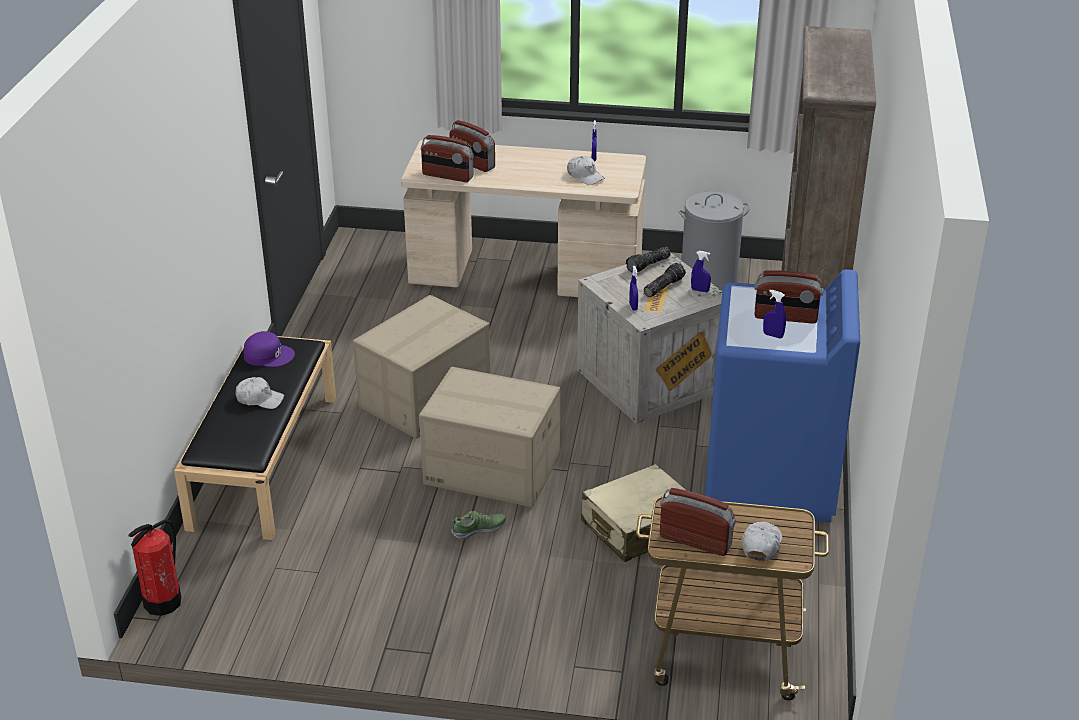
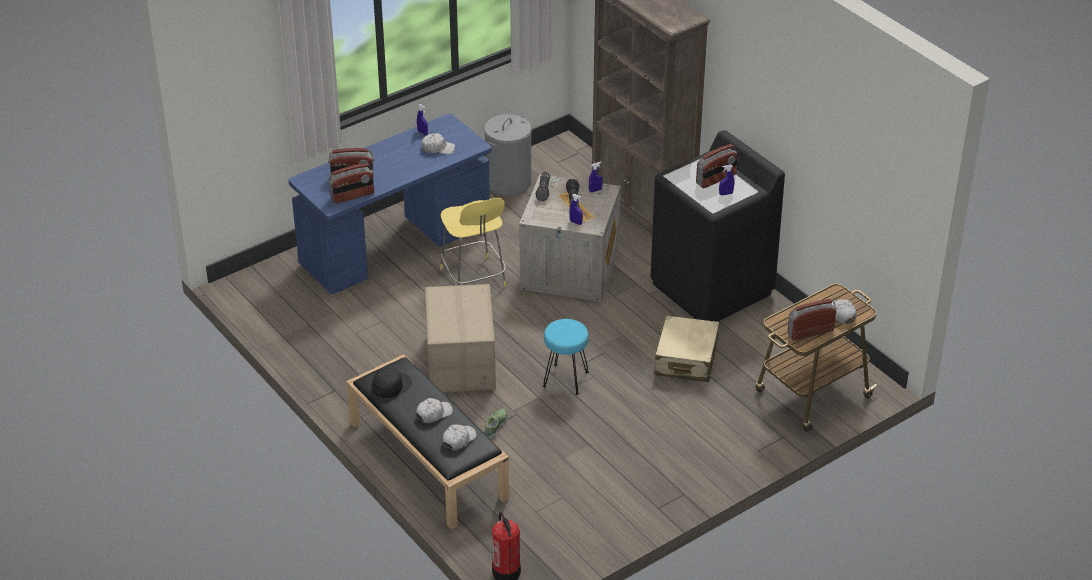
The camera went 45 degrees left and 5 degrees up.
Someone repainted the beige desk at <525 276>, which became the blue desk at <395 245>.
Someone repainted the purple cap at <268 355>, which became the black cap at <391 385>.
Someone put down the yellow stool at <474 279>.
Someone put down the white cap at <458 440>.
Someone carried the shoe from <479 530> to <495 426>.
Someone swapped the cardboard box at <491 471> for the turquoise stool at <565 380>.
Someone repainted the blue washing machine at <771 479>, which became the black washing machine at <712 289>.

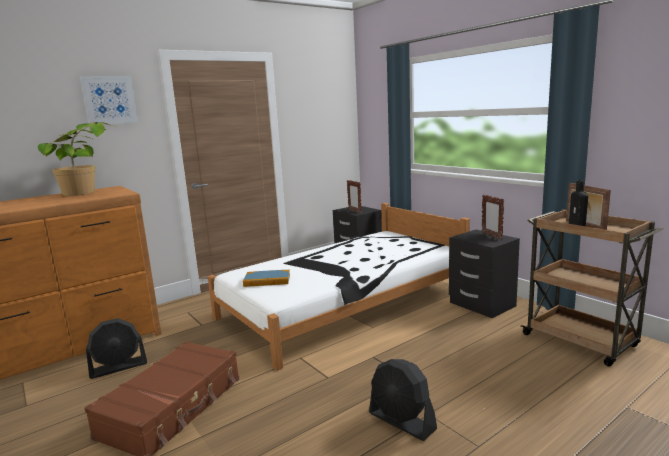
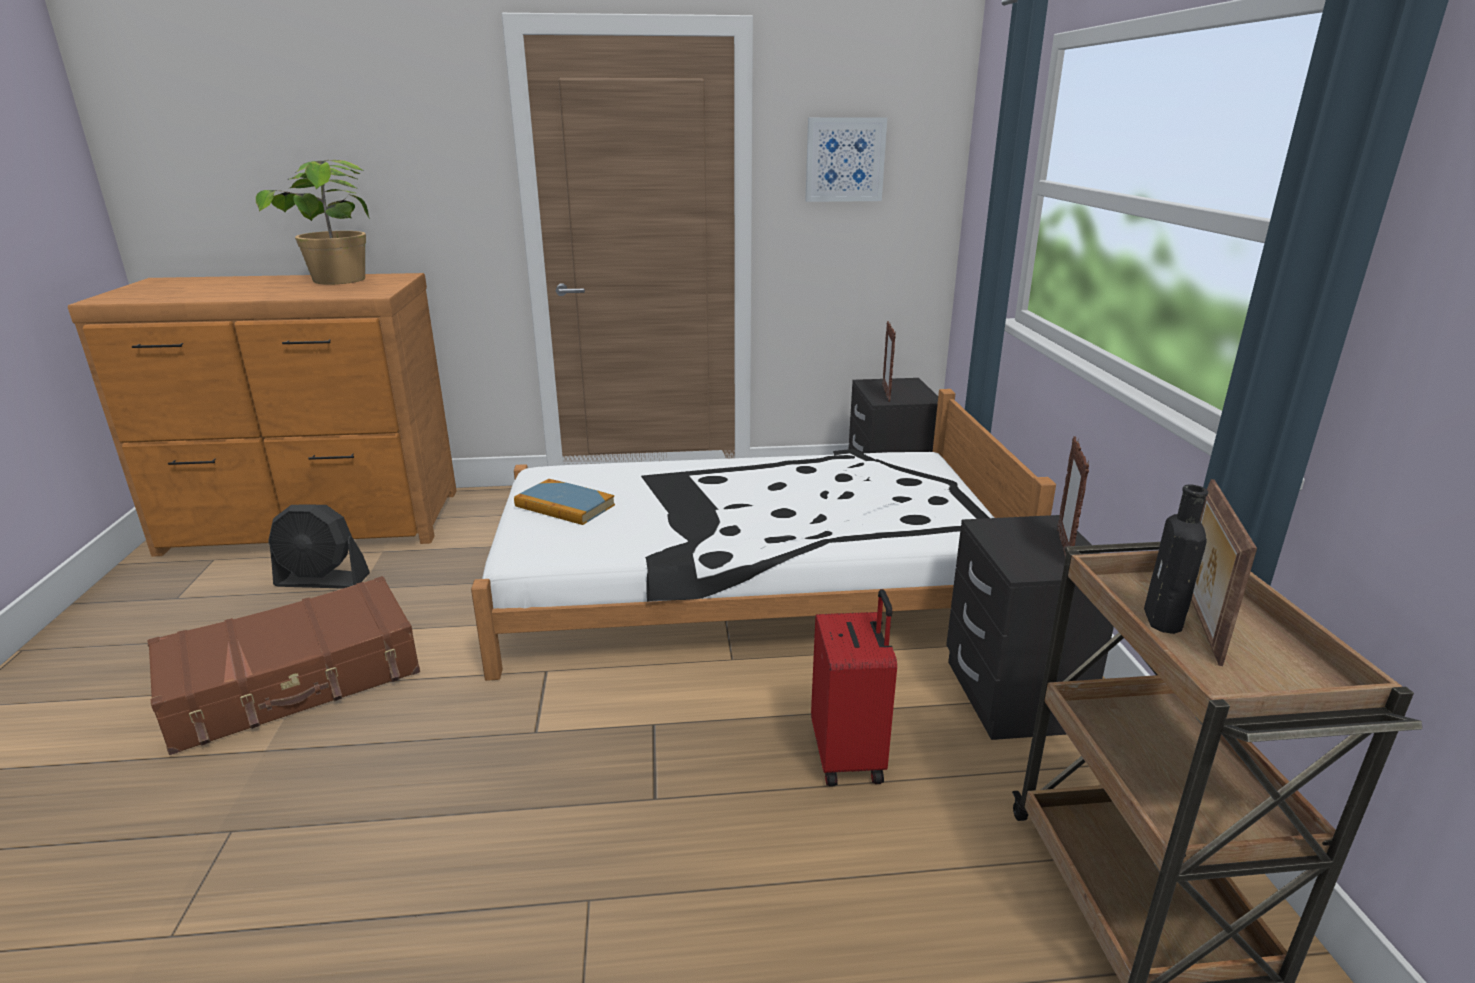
The camera went 30 degrees right and 10 degrees up.
Someone carried the picture from <109 100> to <845 160>.
Someone put down the red suitcase at <849 756>.
Someone took away the black fan at <402 421>.

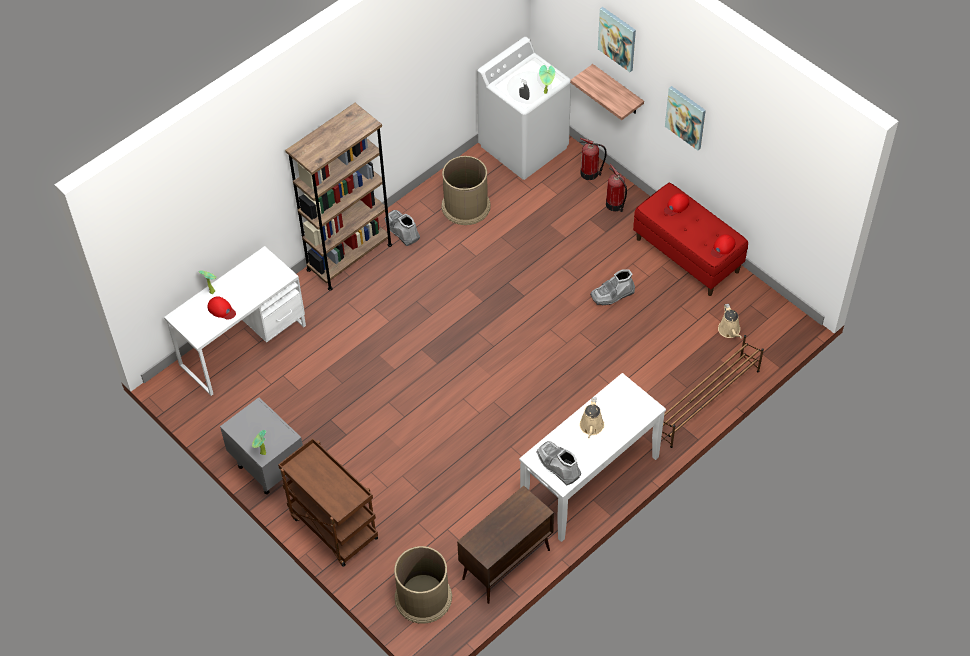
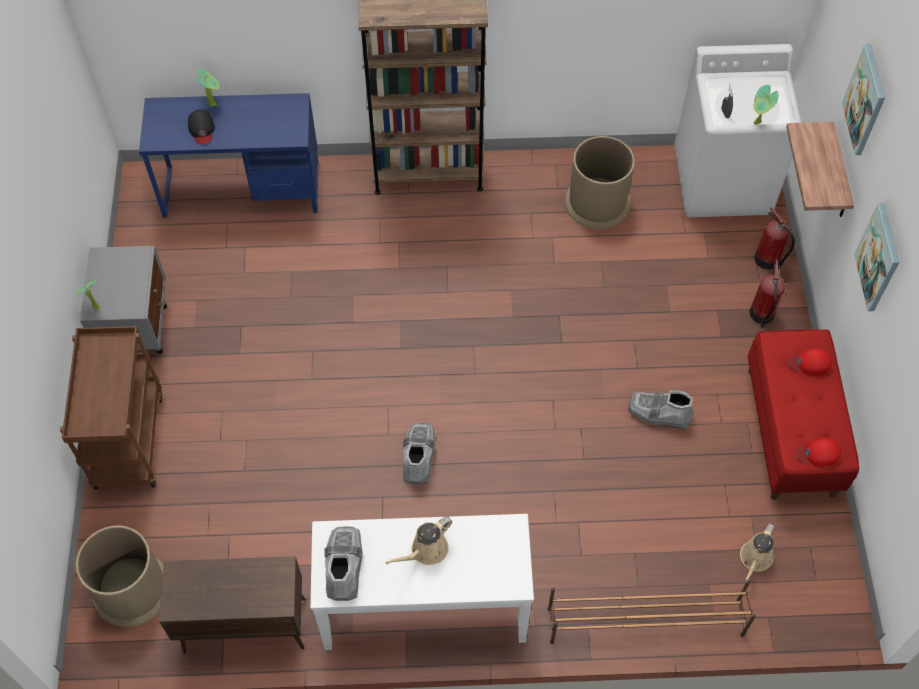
The camera went 40 degrees right and 5 degrees up.
Someone repainted the white desk at <243 345>, which became the blue desk at <242 189>.
Someone repainted the red cap at <221 309>, which became the black cap at <201 128>.
Someone carried the grey boot from <402 230> to <418 456>.

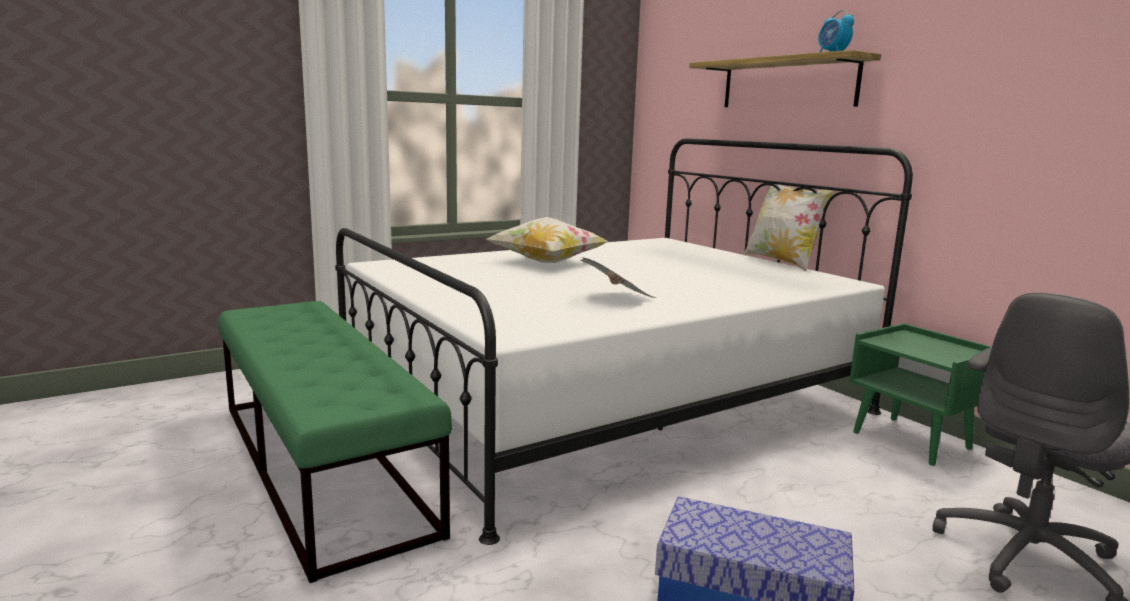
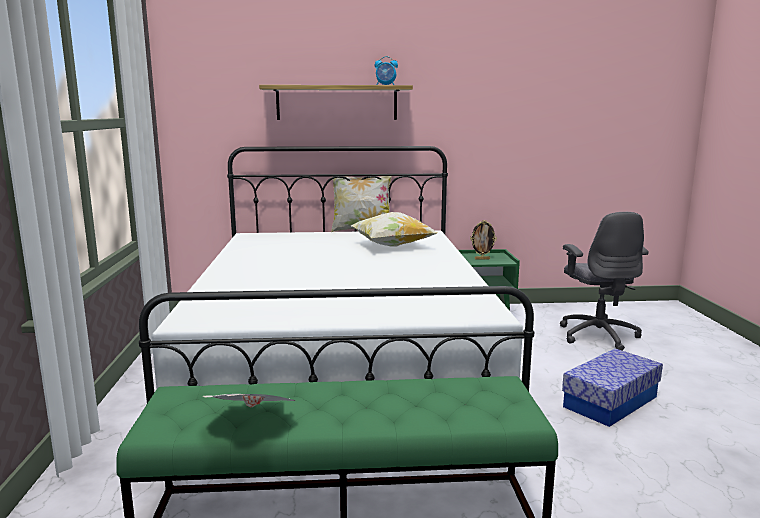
The camera went 60 degrees left and 0 degrees up.
Someone carried the newspaper from <617 298> to <254 420>.
Someone carried the pillow from <547 262> to <392 246>.
Someone put down the picture frame at <482 259>.

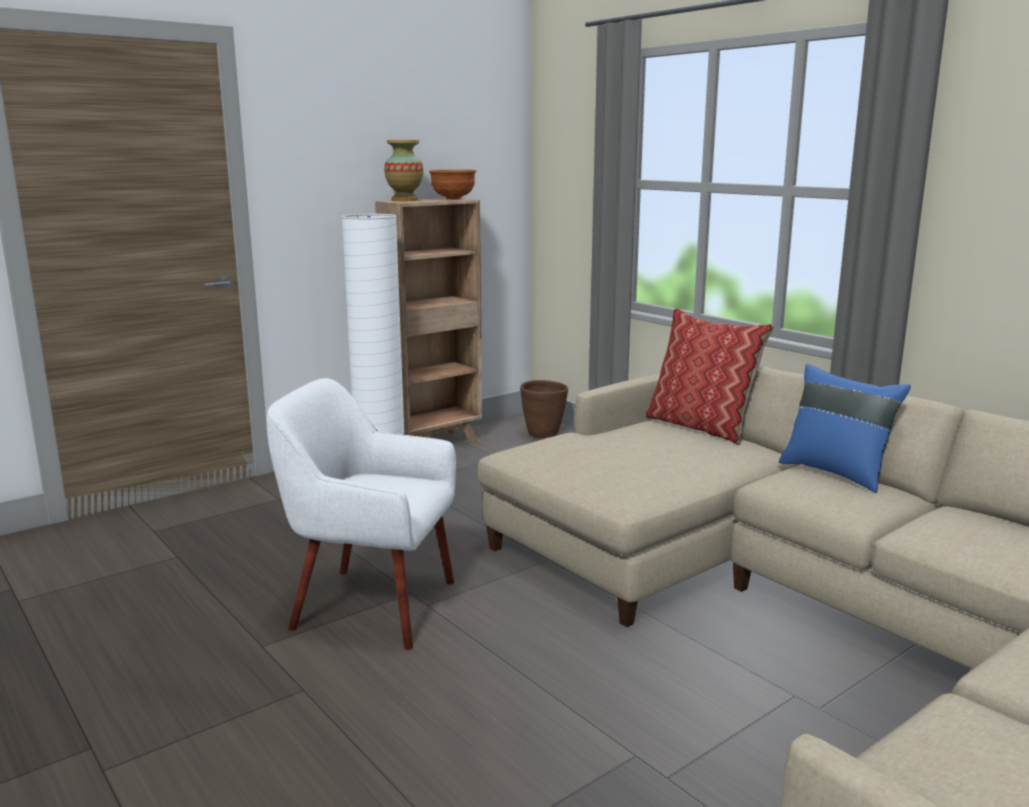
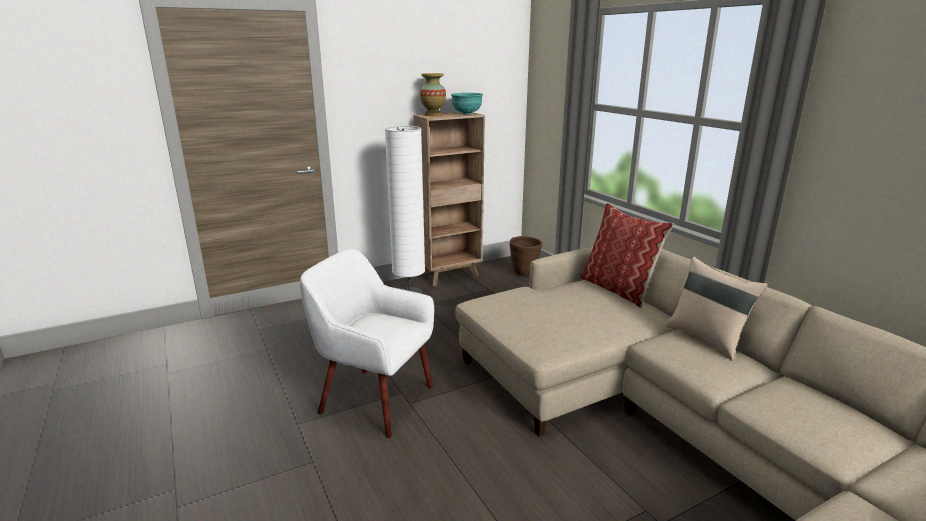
The camera went 10 degrees right and 5 degrees up.
Someone repainted the brown bowl at <452 199>, which became the turquoise bowl at <466 113>.
Someone repainted the blue pillow at <836 473>, which became the beige pillow at <707 339>.

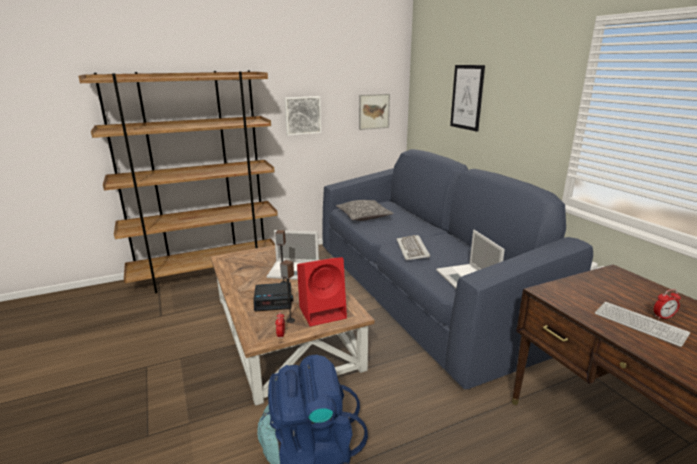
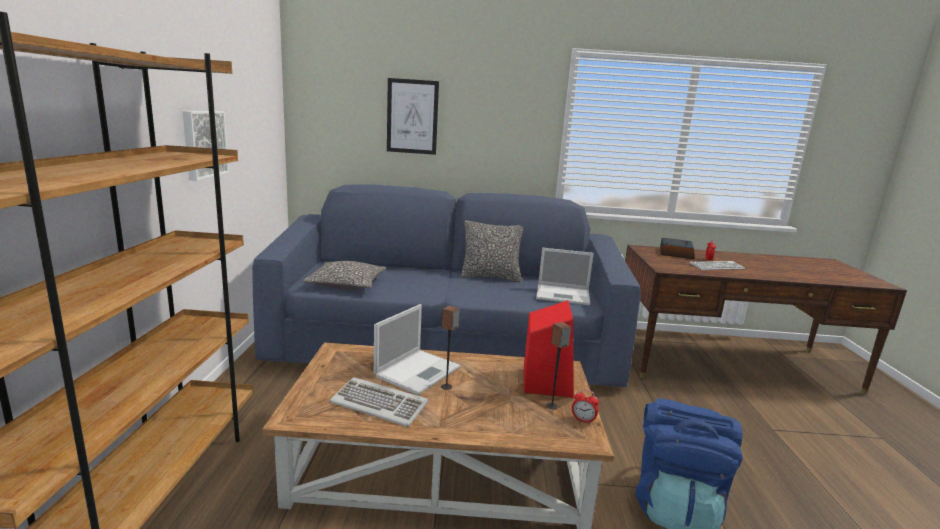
The camera went 65 degrees left and 5 degrees down.
Someone carried the keyboard from <413 249> to <379 404>.
Someone put down the pillow at <490 277>.
Someone carried the alarm clock from <274 301> to <675 253>.
Someone took away the picture at <374 111>.

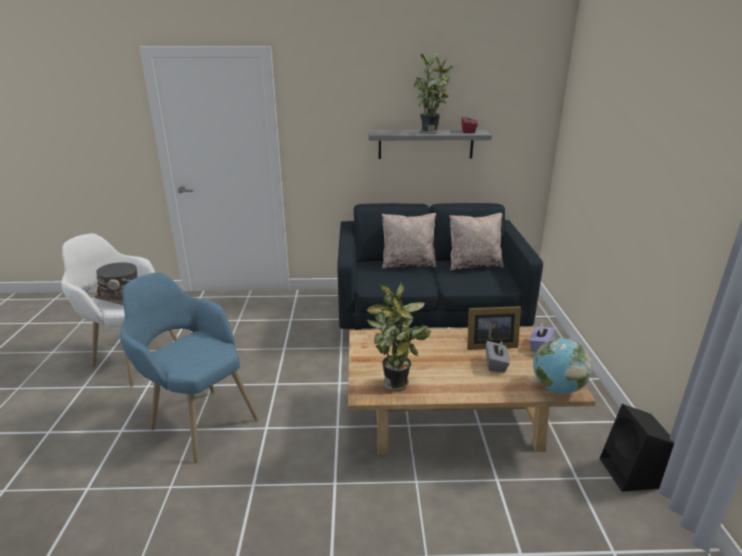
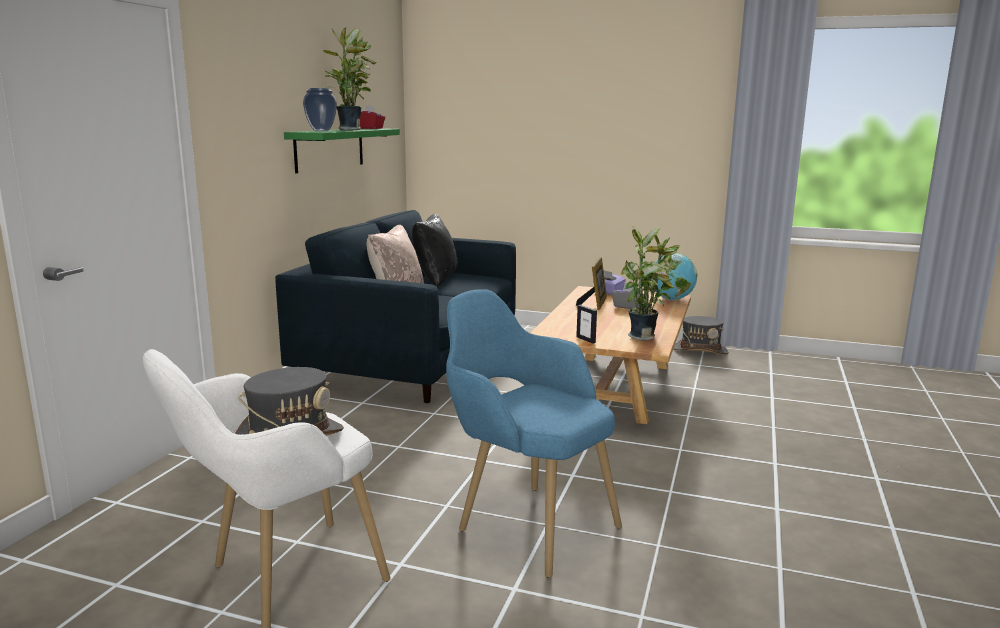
The camera went 70 degrees left and 10 degrees down.
Someone repainted the grey shelf at <425 144>, which became the green shelf at <330 149>.
Someone put down the vase at <321 131>.
Someone repainted the beige pillow at <473 265>, which became the black pillow at <435 279>.
Someone rotated the blue armchair at <197 418> by 75 degrees clockwise.
Someone put down the picture frame at <586 340>.
Someone swapped the black speaker at <631 474> for the grey hat at <700 350>.

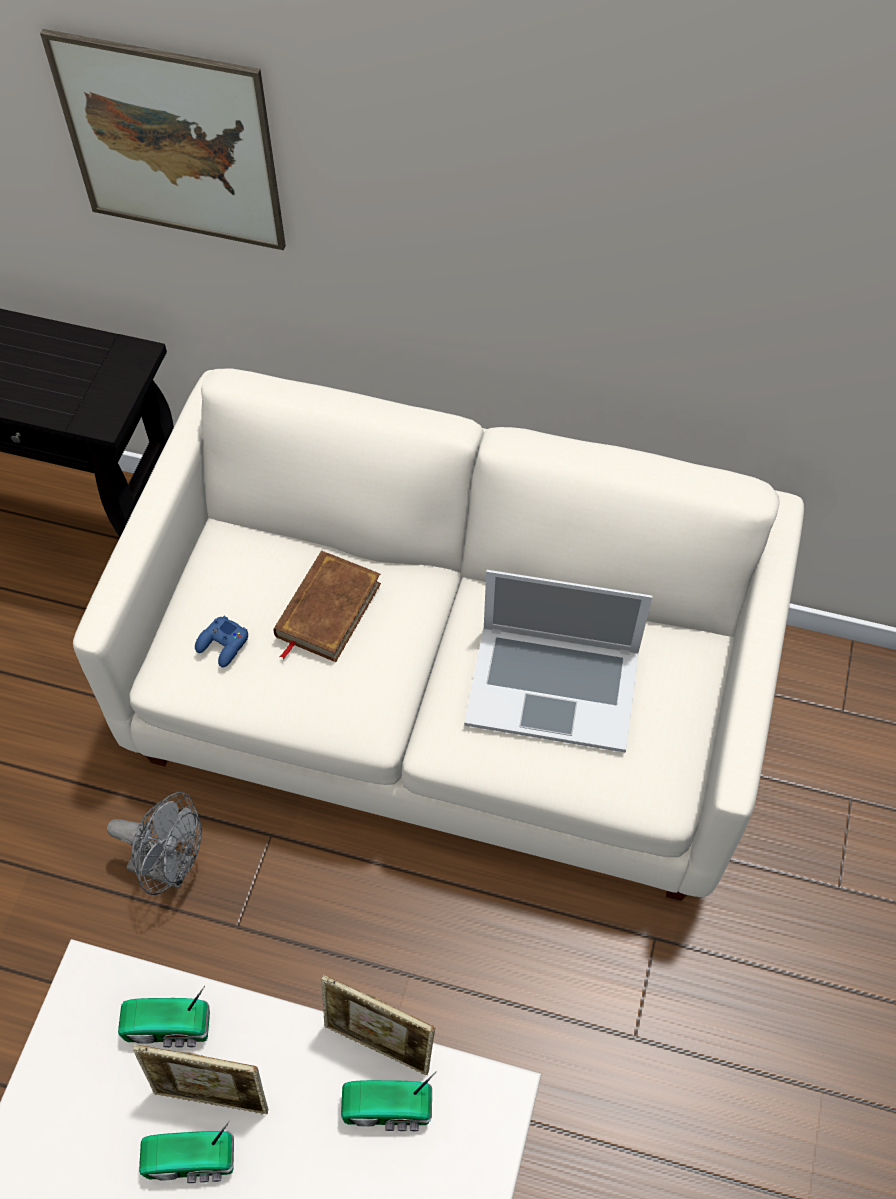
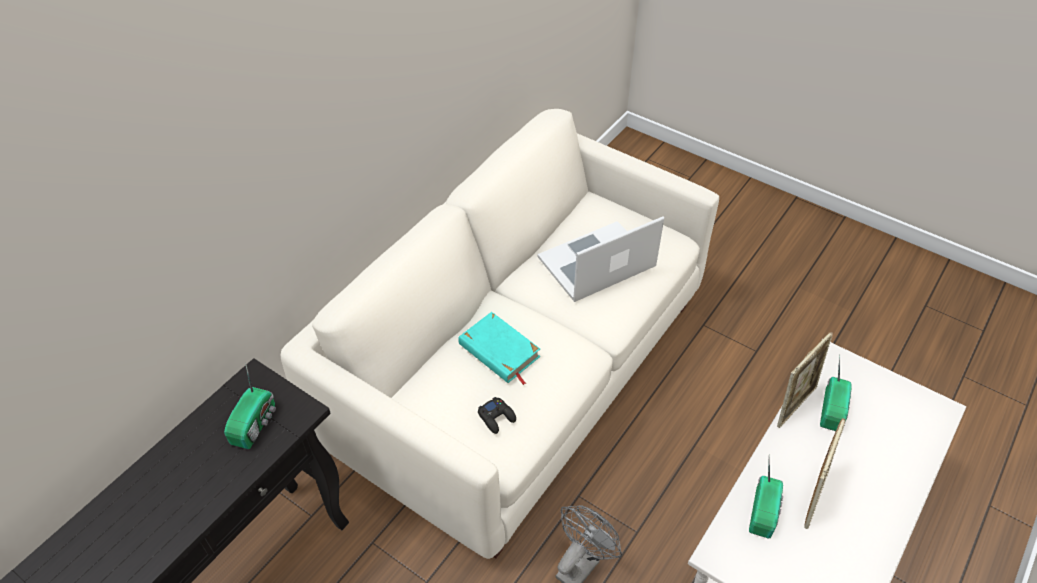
The camera went 70 degrees left and 10 degrees down.
Someone carried the radio from <193 1161> to <255 423>.
Someone repainted the brown book at <327 610>, which became the turquoise book at <499 351>.
Someone repainted the blue game controller at <223 645>, which became the black game controller at <497 417>.
Someone rotated the laptop at <553 686> by 150 degrees counterclockwise.
Someone took away the picture at <171 143>.

